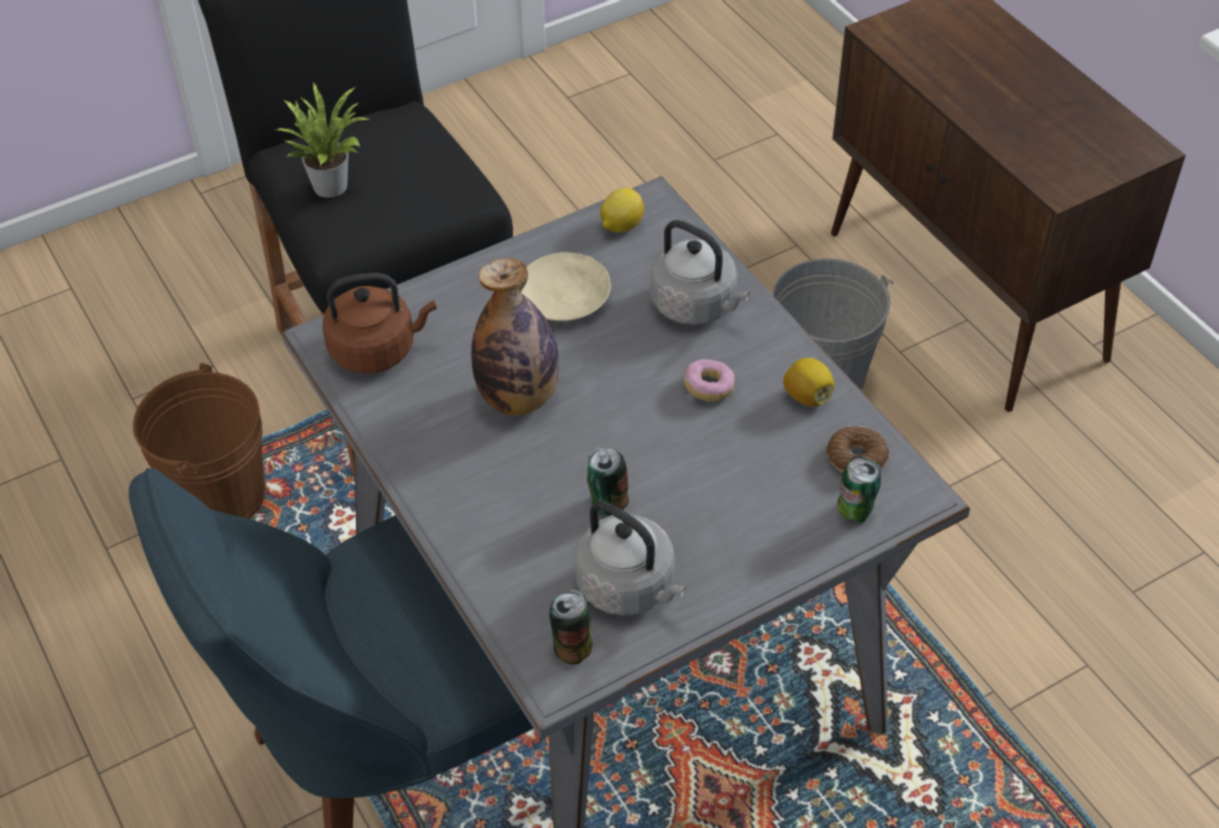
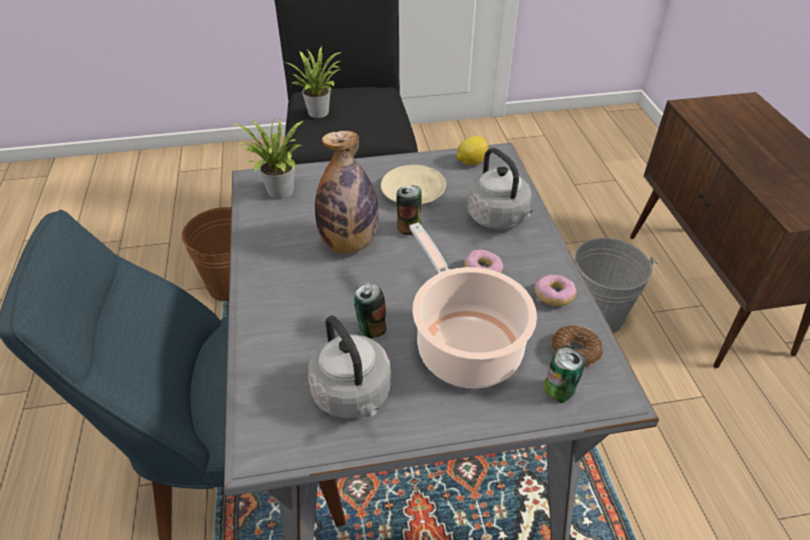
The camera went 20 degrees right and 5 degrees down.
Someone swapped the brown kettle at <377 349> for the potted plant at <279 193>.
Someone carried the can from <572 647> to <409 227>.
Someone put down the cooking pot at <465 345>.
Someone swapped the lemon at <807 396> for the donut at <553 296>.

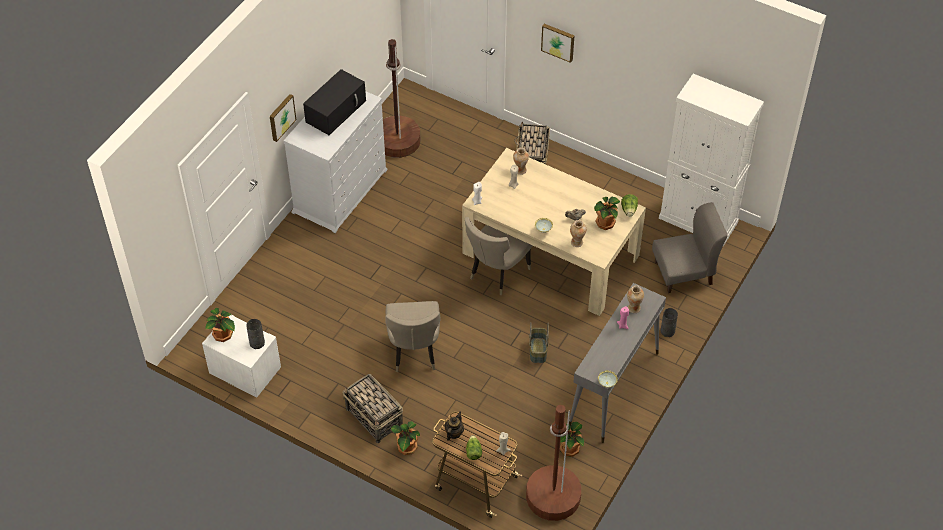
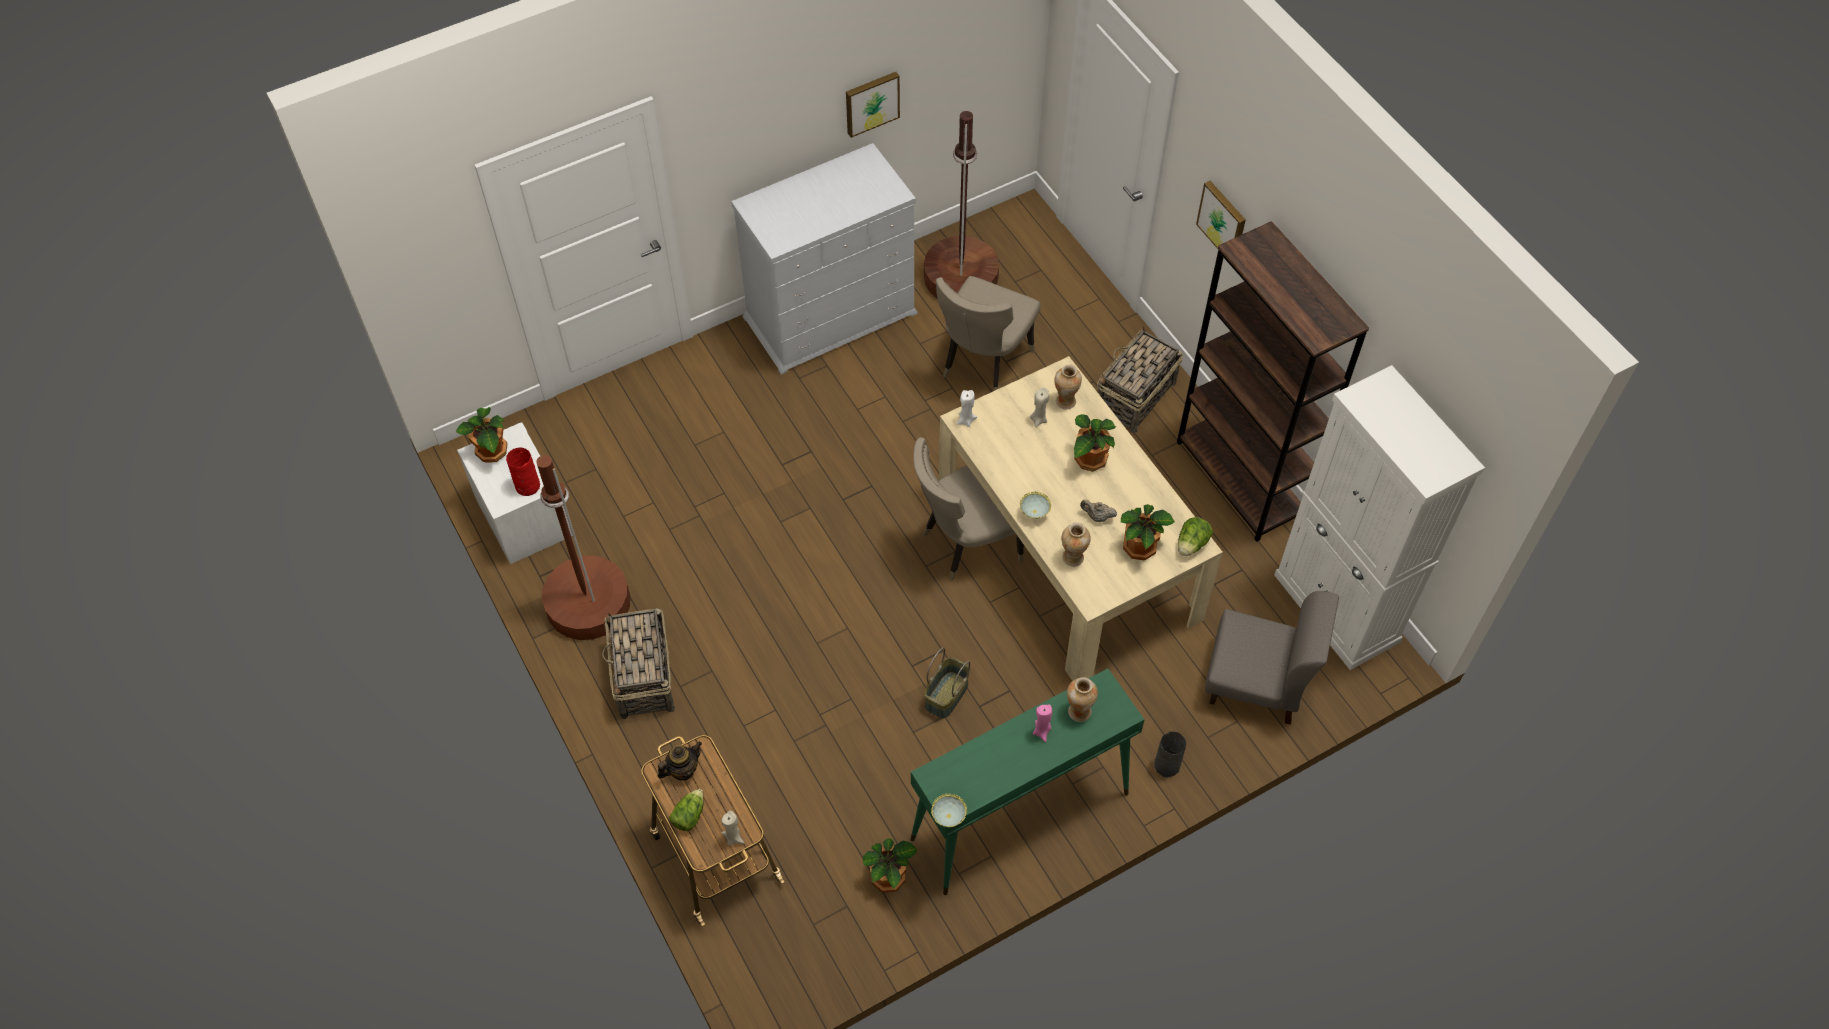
The camera went 30 degrees right and 5 degrees up.
Someone repainted the grey vase at <257 343>, which became the red vase at <527 486>.
Someone carried the brown floor lamp from <553 496> to <587 603>.
Someone carried the picture from <281 117> to <871 102>.
Someone repainted the grey console table at <613 389>, which became the green console table at <1019 817>.
Someone carried the beige chair from <414 353> to <982 364>.
Someone carried the potted plant from <406 448> to <1089 459>.
Someone put down the brown bookcase at <1239 479>.
Someone took away the black microwave at <336 110>.

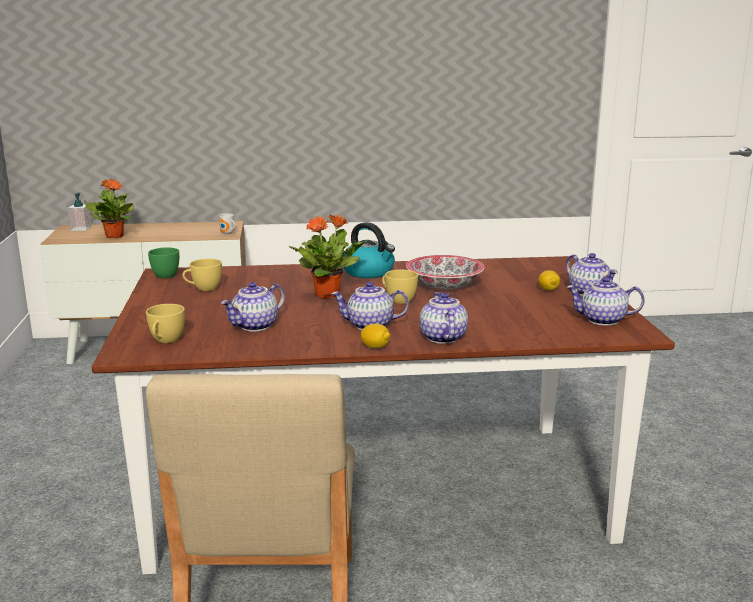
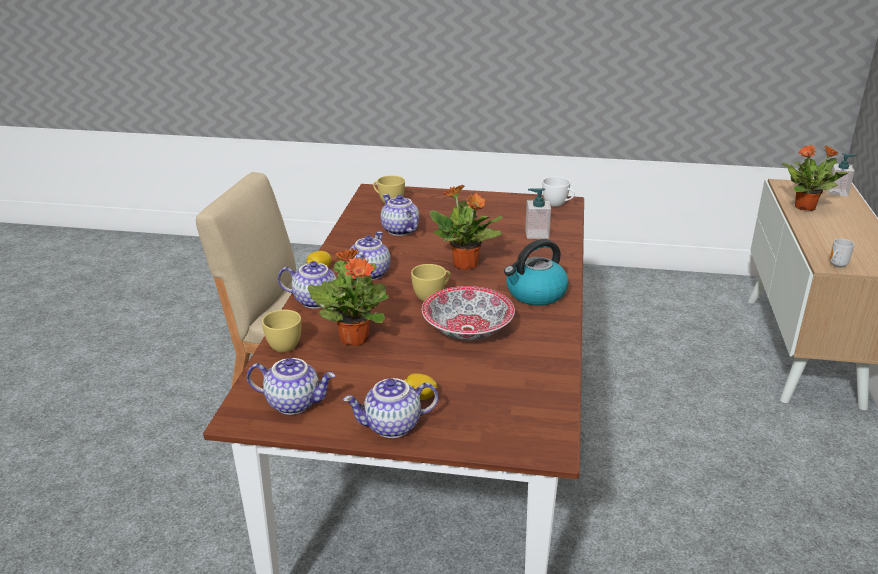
The camera went 105 degrees right and 10 degrees up.
Someone rotated the teapot at <602 320> by 75 degrees clockwise.
Someone carried the yellow cup from <203 289> to <284 344>.
Someone put down the potted plant at <354 338>.
Someone put down the soap dispenser at <536 234>.
Someone repainted the green cup at <168 275>, which became the white cup at <557 204>.

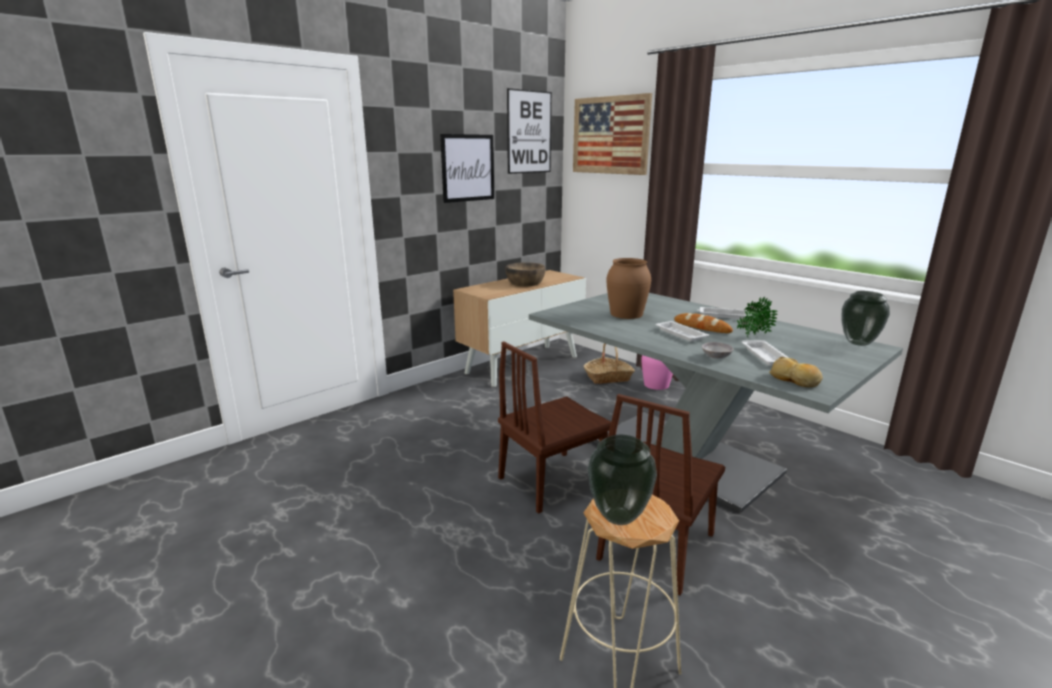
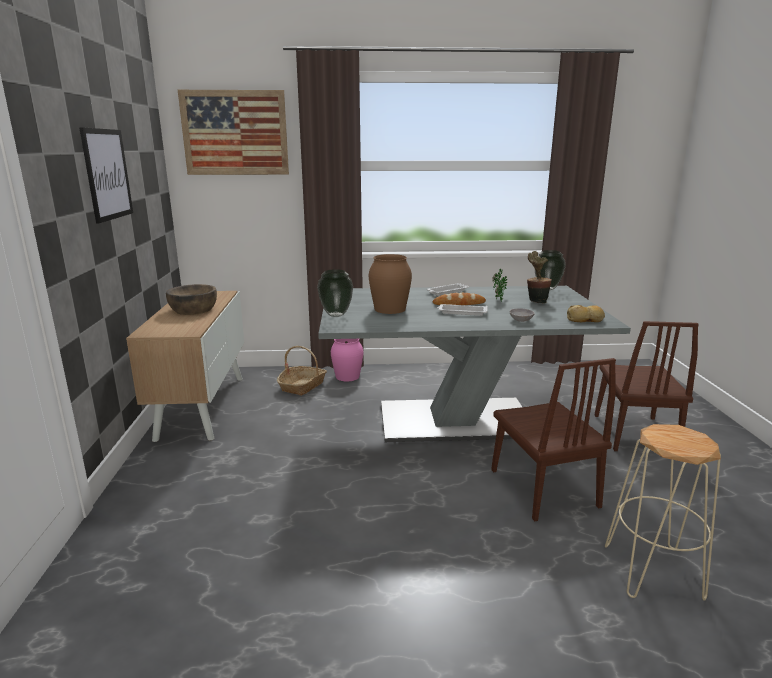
The camera went 50 degrees left and 0 degrees up.
Someone carried the vase from <620 517> to <336 314>.
Someone put down the potted plant at <536 301>.
Someone carried the brown chair from <552 480> to <634 433>.
Someone took away the picture at <529 132>.
Someone took away the white tray at <766 357>.

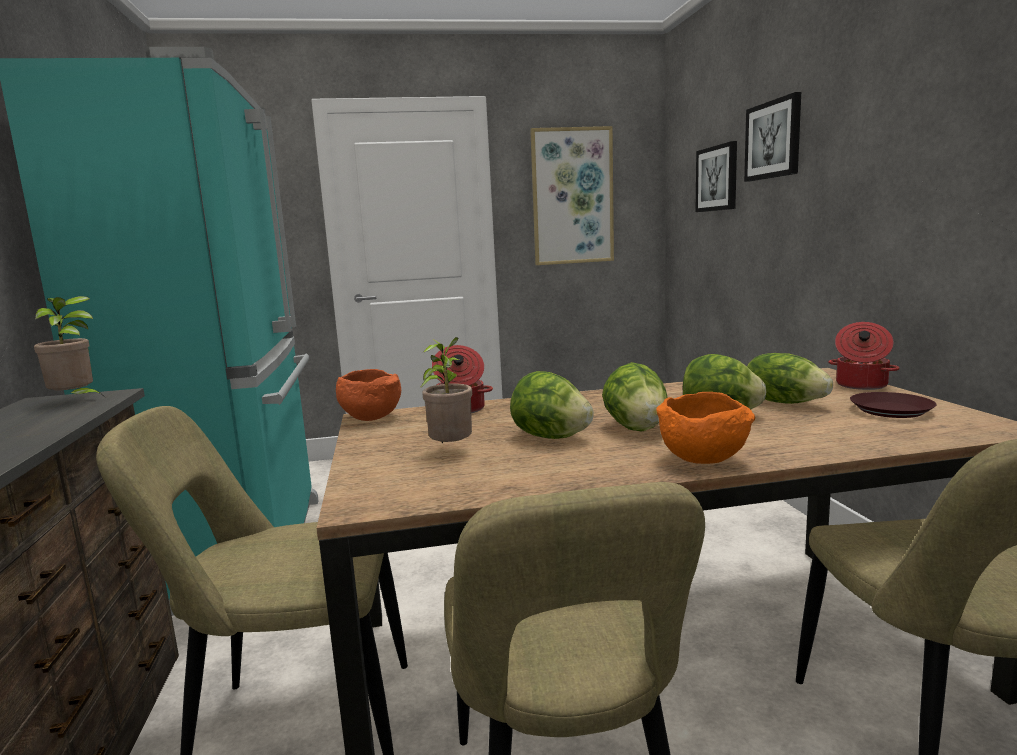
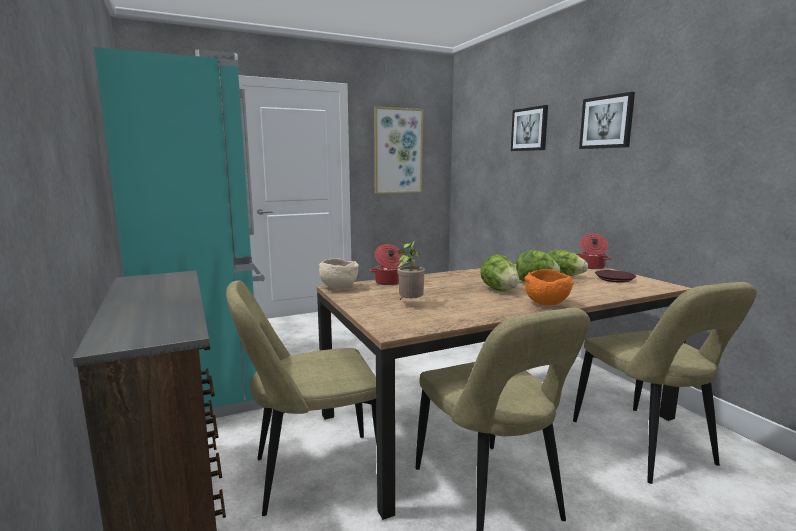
The camera went 15 degrees left and 0 degrees up.
Someone repainted the orange bowl at <369 418>, which became the beige bowl at <337 288>.
Someone carried the picture from <717 178> to <606 122>.
Someone took away the potted plant at <76 401>.
Someone took away the lettuce at <550 437>.

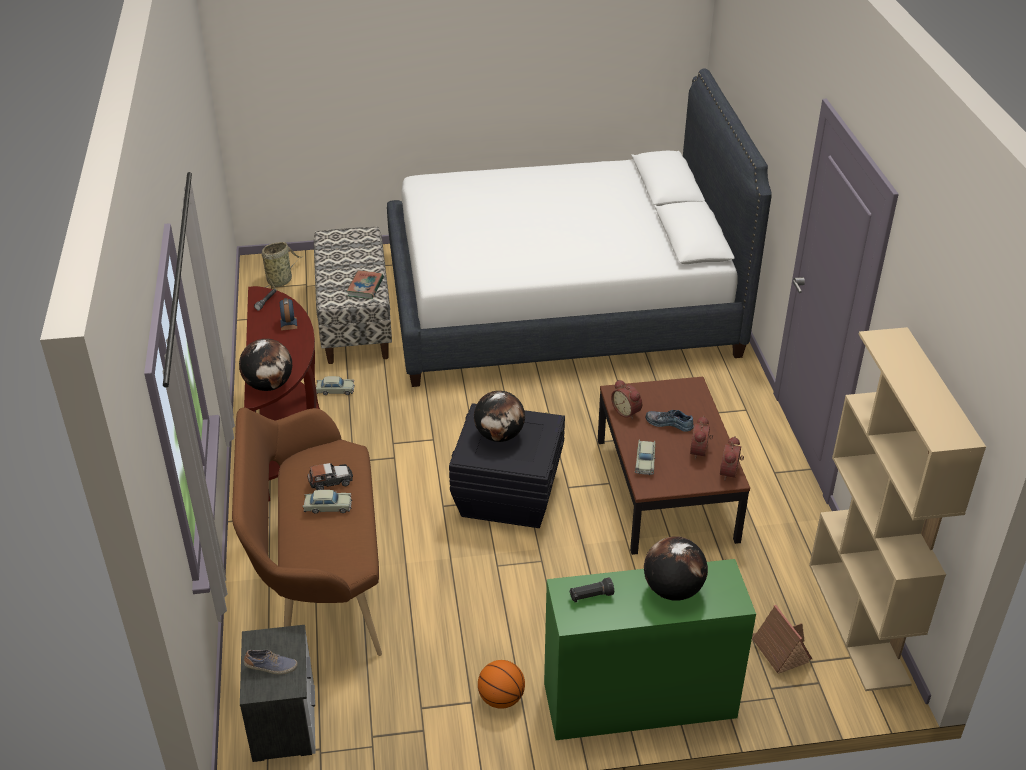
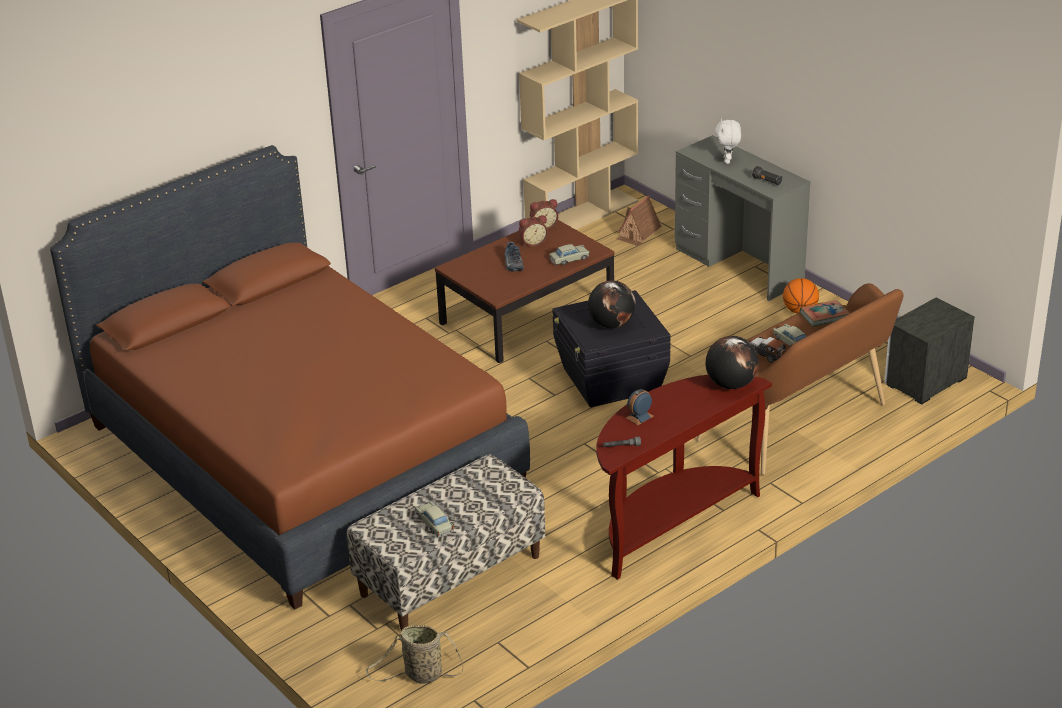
The camera went 120 degrees left and 5 degrees down.
Someone repainted the white bed at <561 304>, which became the brown bed at <302 455>.
Someone carried the beige toy car from <335 390> to <434 524>.
Someone repainted the green desk at <639 701>, which became the grey desk at <739 266>.
Someone swapped the globe at <672 590> for the white plush toy at <727 161>.
Someone carried the book from <365 287> to <824 316>.
Someone took away the shoe at <271 667>.
Someone took away the alarm clock at <627 411>.

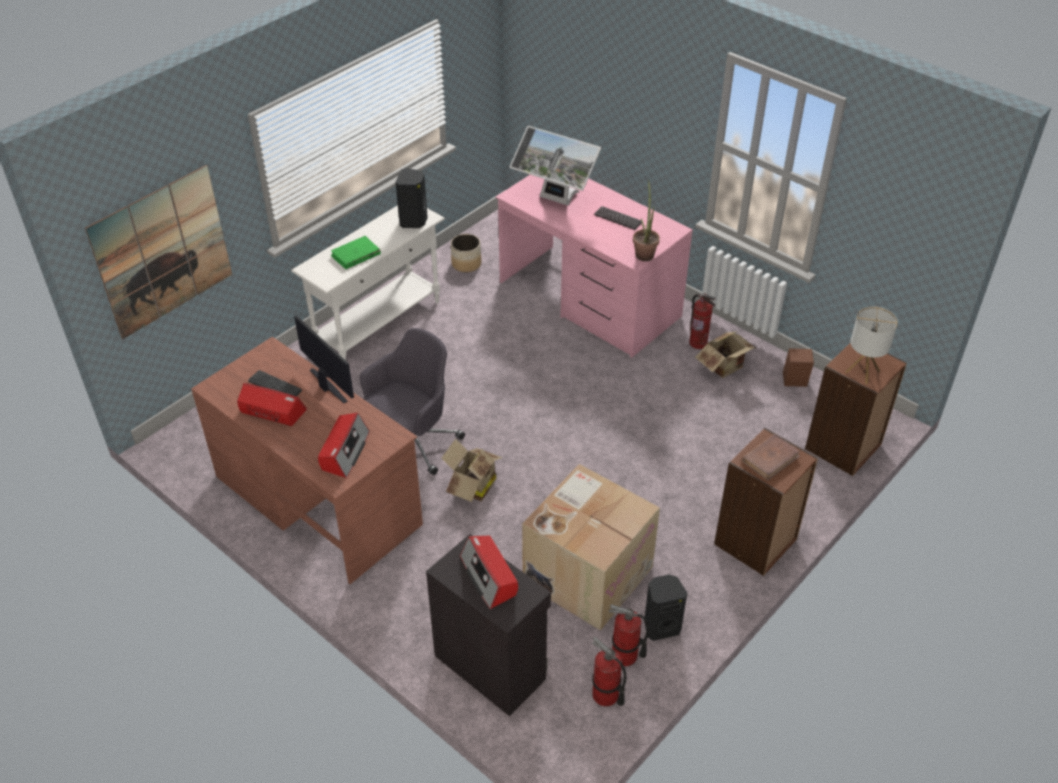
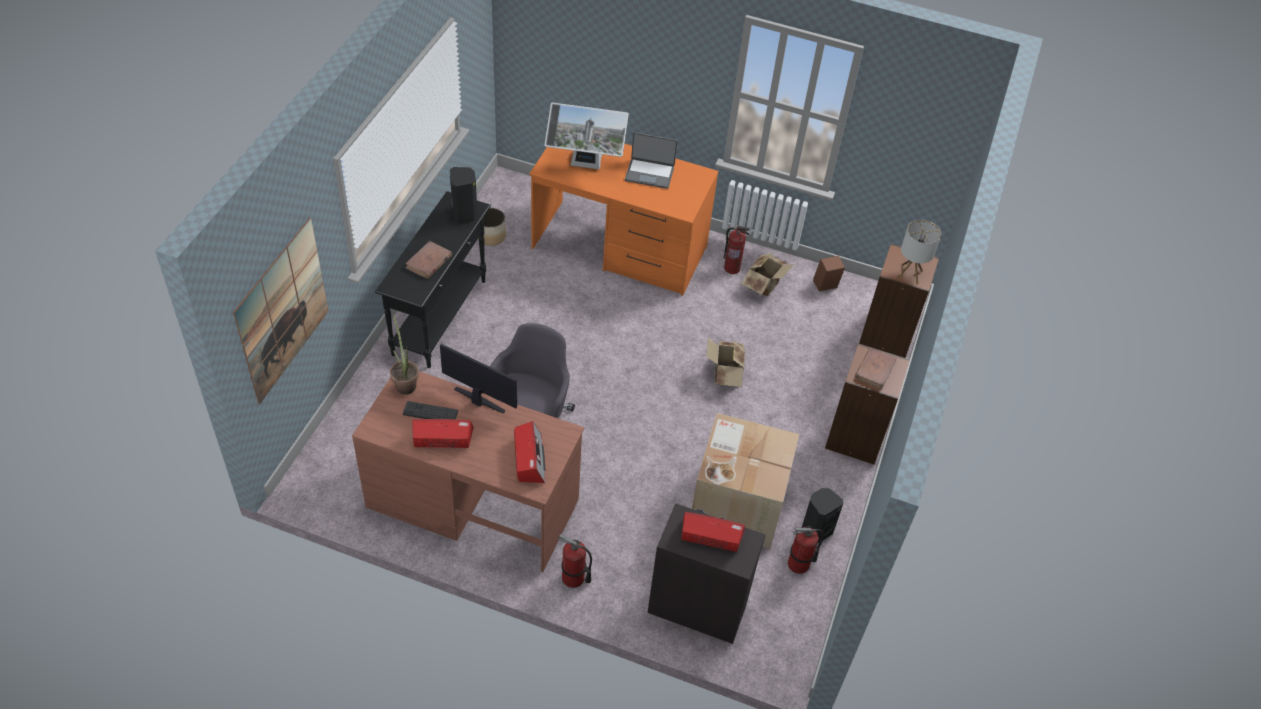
The camera went 25 degrees left and 5 degrees up.
Someone repainted the white console table at <379 324>, which became the black console table at <440 317>.
Someone carried the potted plant from <644 252> to <405 383>.
Someone repainted the green book at <355 255>, which became the brown book at <428 262>.
Someone repainted the pink desk at <589 299>, which became the orange desk at <619 247>.
Someone carried the fire extinguisher from <605 695> to <573 578>.
Someone swapped the keyboard at <618 218> for the laptop at <649 173>.
Someone rotated the radio at <489 577> by 150 degrees clockwise.
Someone carried the cardboard box from <471 487> to <725 375>.

